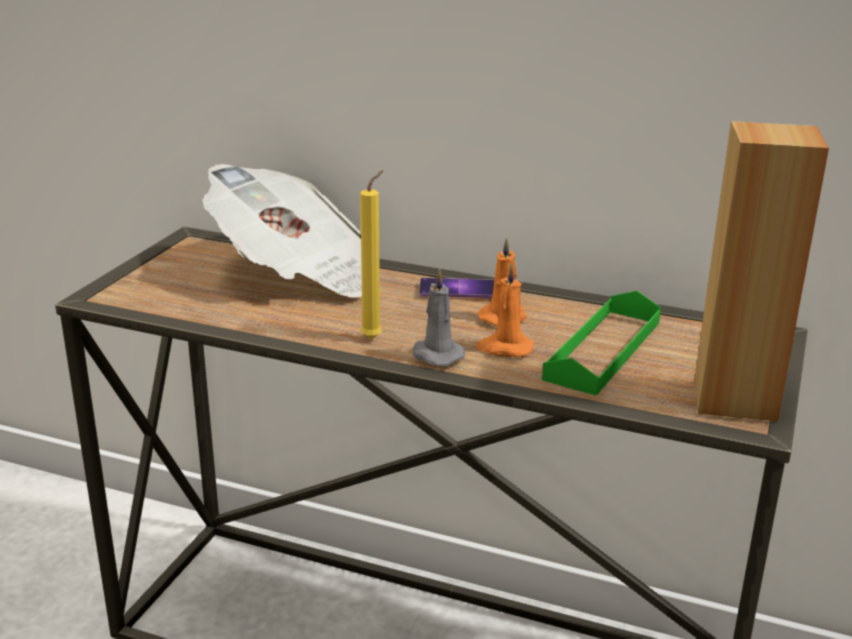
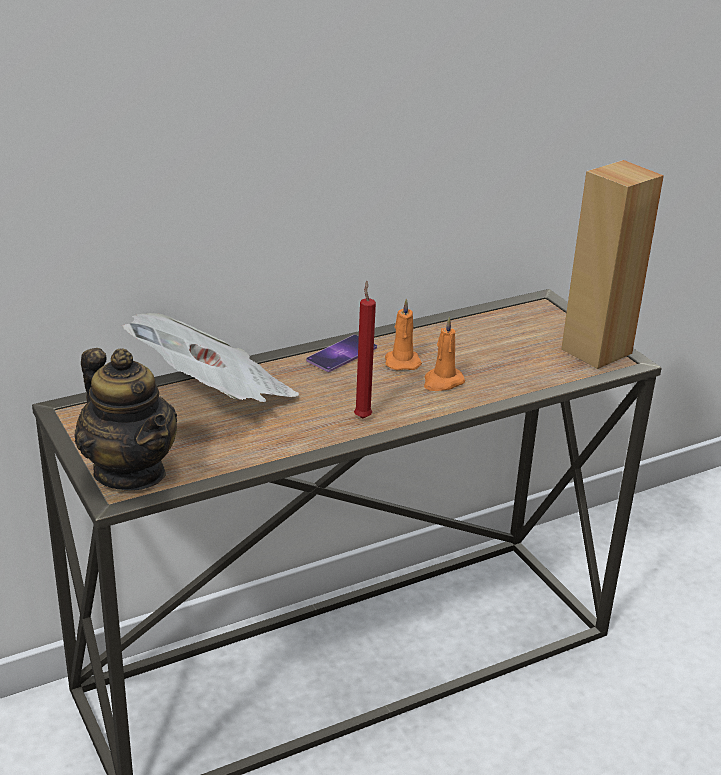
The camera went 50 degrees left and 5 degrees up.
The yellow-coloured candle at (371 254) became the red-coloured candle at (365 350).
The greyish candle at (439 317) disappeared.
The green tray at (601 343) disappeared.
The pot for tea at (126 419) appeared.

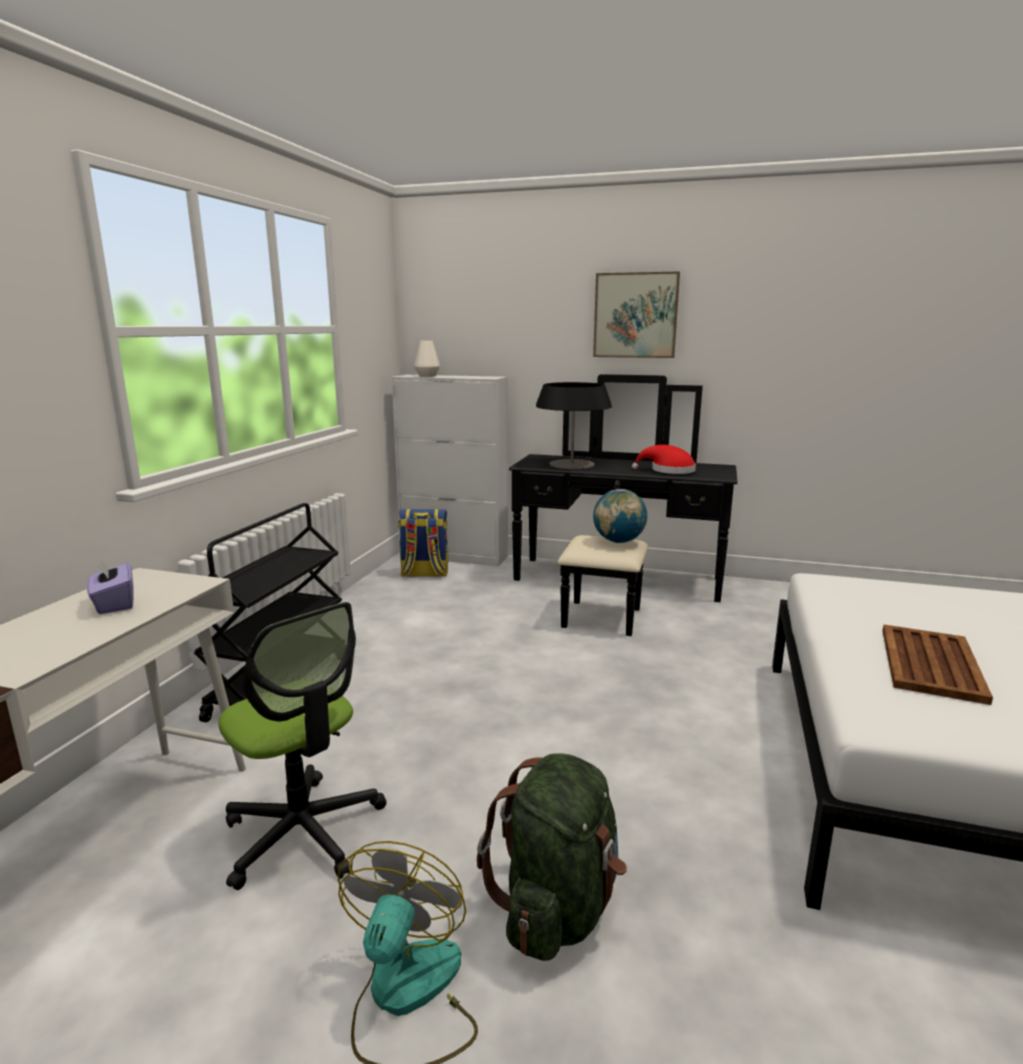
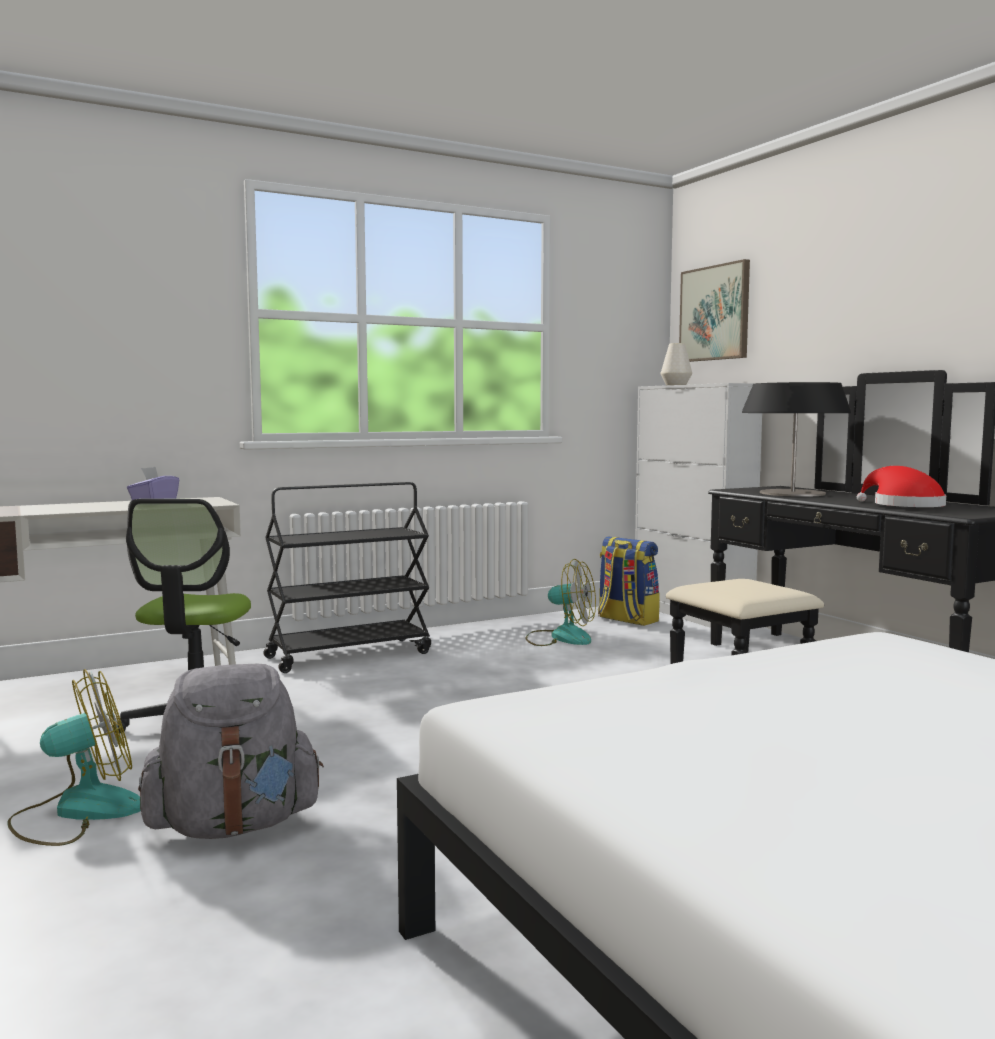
The camera went 45 degrees right and 10 degrees down.
The green backpack at (552 857) became the greyish backpack at (231 751).
The picture moved from (636 315) to (714 310).
The globe at (620 516) disappeared.
The brown tray at (937 664) disappeared.
The electric fan at (561 602) appeared.

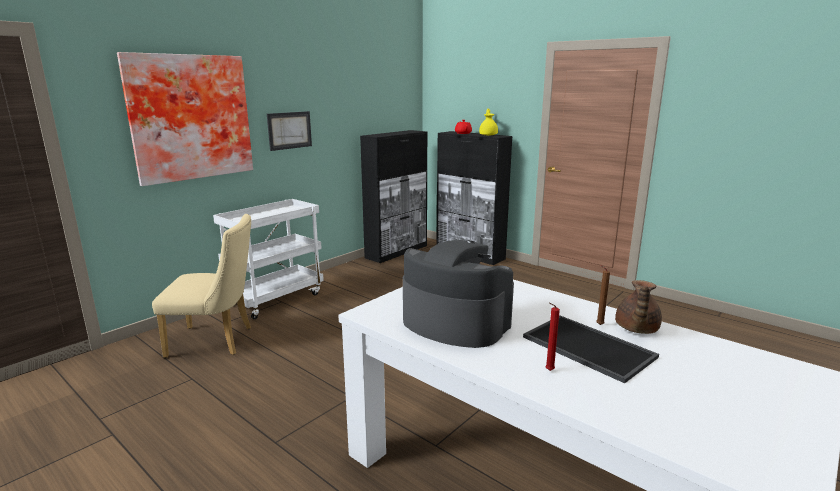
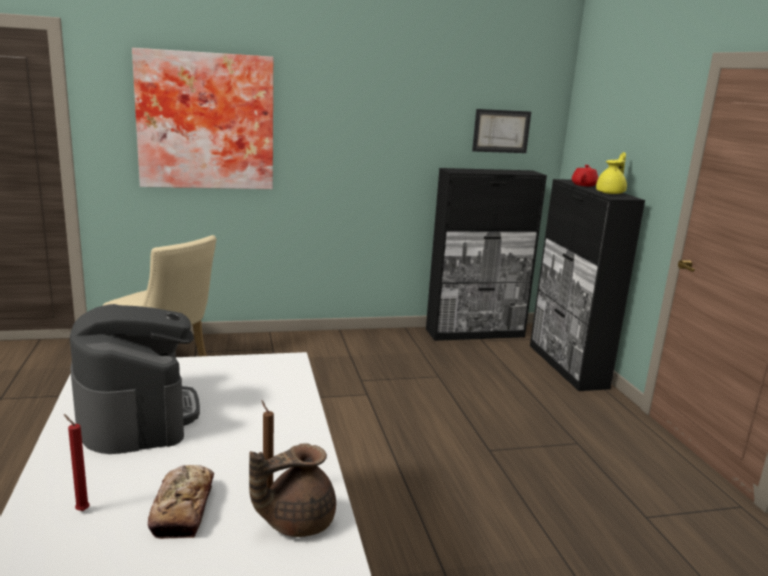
The camera went 35 degrees right and 0 degrees up.
The white-coloured cart at (268 259) disappeared.
The picture moved from (289 131) to (501 131).
The tray at (591 349) was replaced by the bread at (181 502).

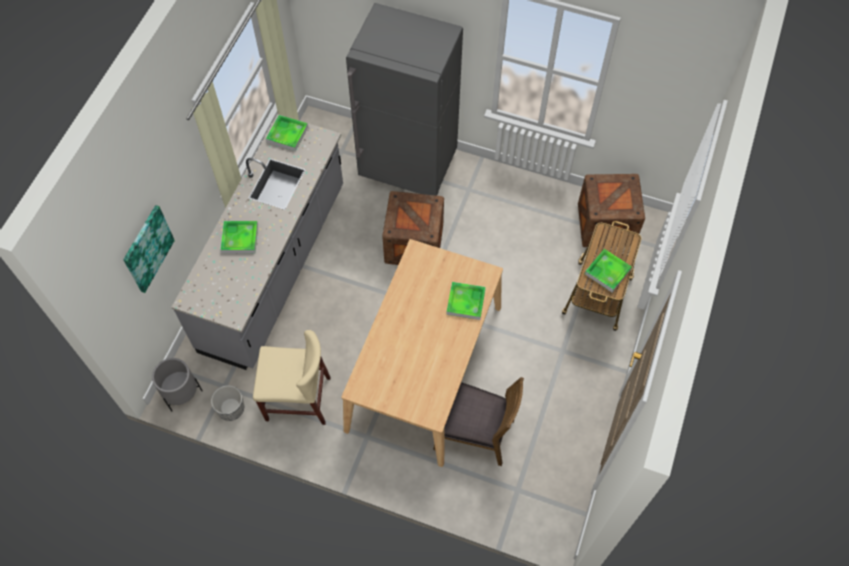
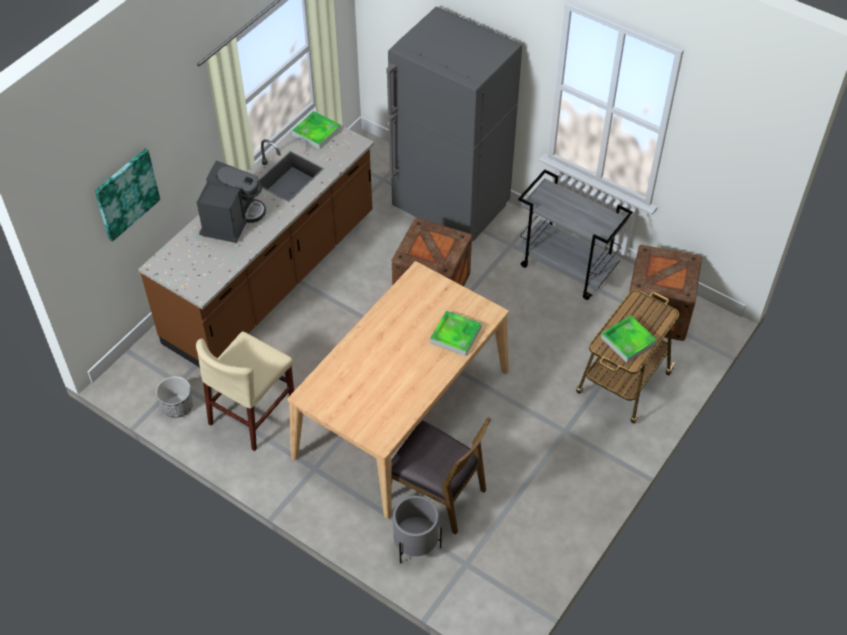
The camera went 15 degrees right and 10 degrees down.
The greyish plant pot moved from (177 384) to (417 529).
The greyish kitchen base unit at (257 242) became the brown kitchen base unit at (256 247).
The tray at (239 237) was replaced by the coffee brewer at (231 202).
The beige upright chair at (291 377) turned 105 degrees clockwise.
The greyish cart at (575 234) appeared.

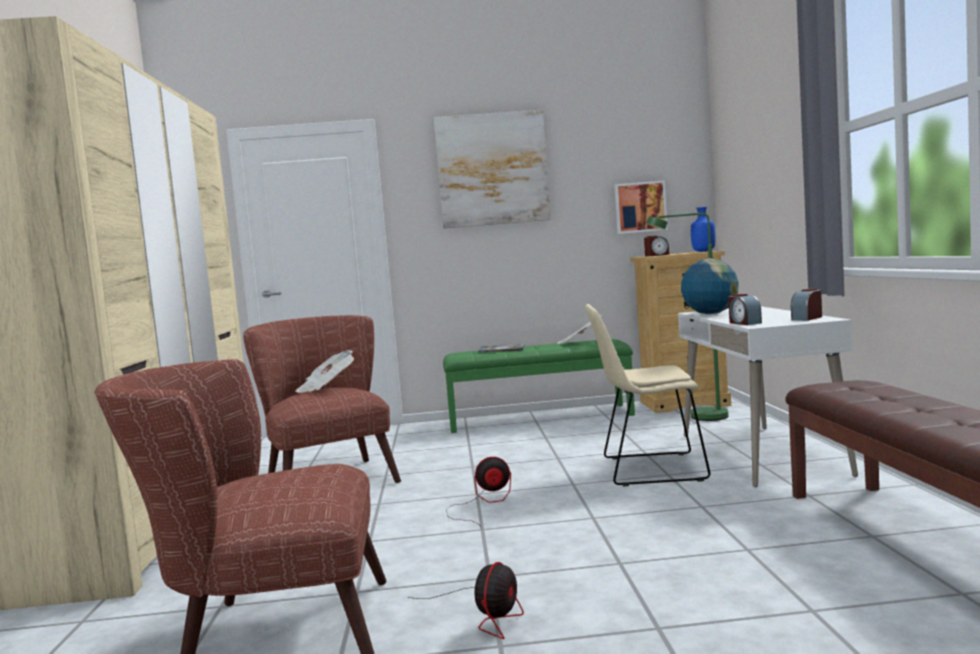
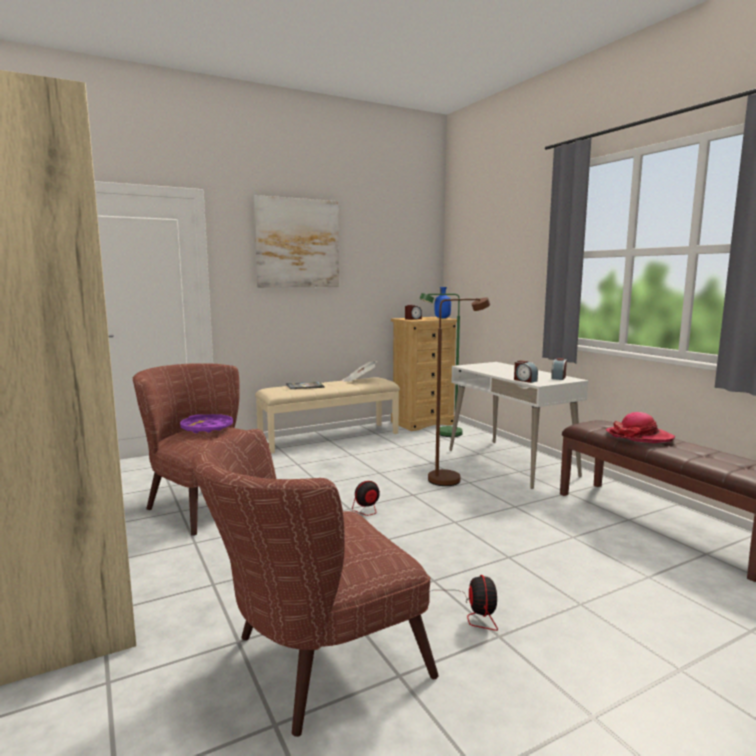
The camera went 25 degrees left and 5 degrees up.
The printed paper at (324 371) was replaced by the purplish tray at (206 423).
The green indoor bench at (539 386) became the beige indoor bench at (327 415).
The beige upright chair at (647 395) was replaced by the brown floor lamp at (459 391).
The picture at (641 207) disappeared.
The globe at (710 287) disappeared.
The wearable hat at (640 427) appeared.

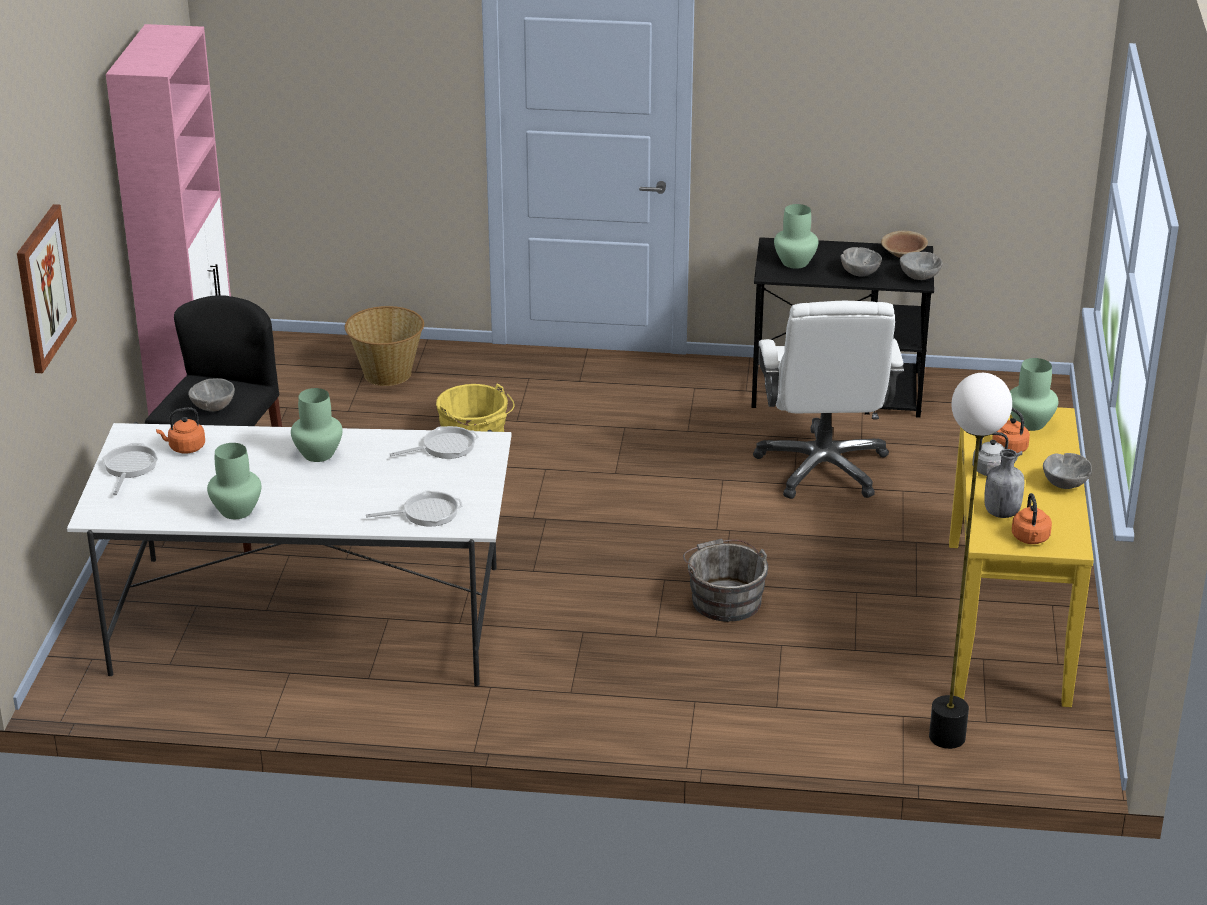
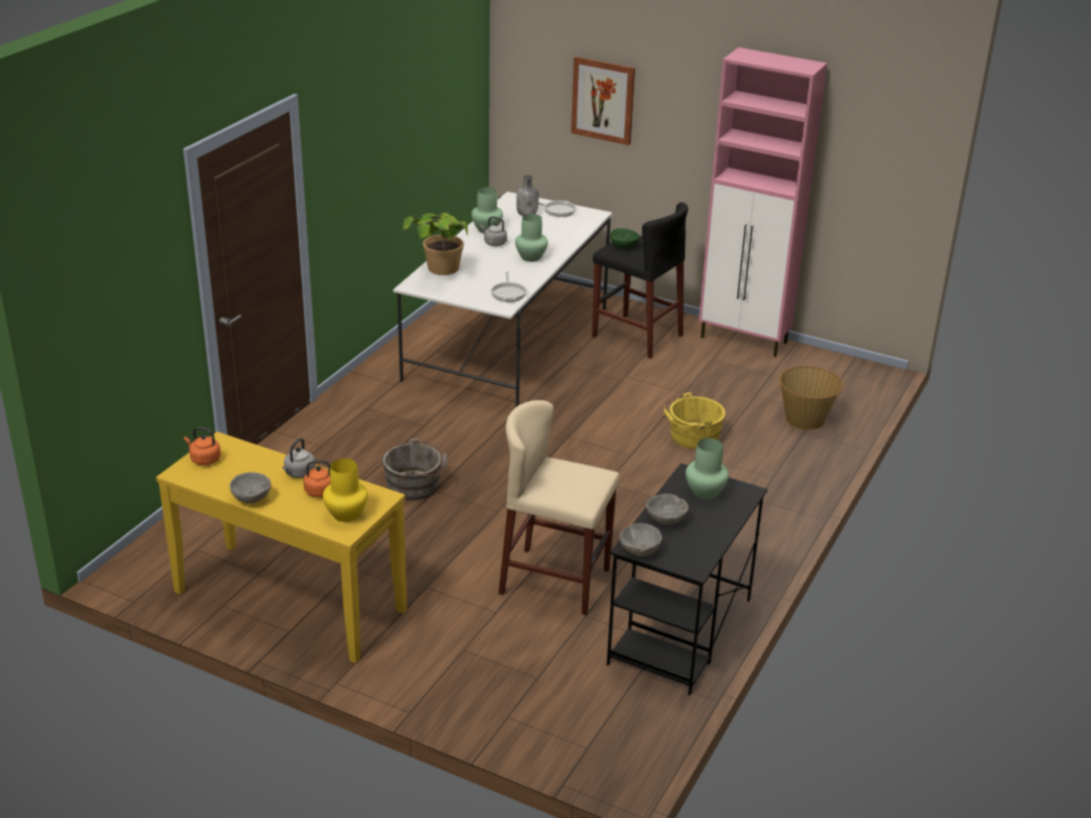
The camera went 110 degrees right and 0 degrees up.
The orangey water kettle at (180 430) disappeared.
The greyish deep dish at (211 395) became the green deep dish at (624 238).
The frying pan at (414 509) was replaced by the potted plant at (435 244).
The white-coloured desk chair at (828 400) was replaced by the beige sitting stool at (559 507).
The brown deep dish at (904 244) disappeared.
The floor lamp at (970 561) disappeared.
The greyish bottle moved from (1004 483) to (527 195).
The green flower vase at (1034 394) became the yellow-coloured flower vase at (345 490).
The greyish water kettle at (494 231) appeared.

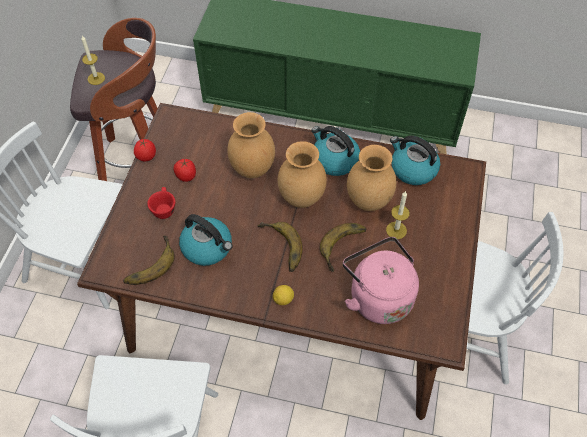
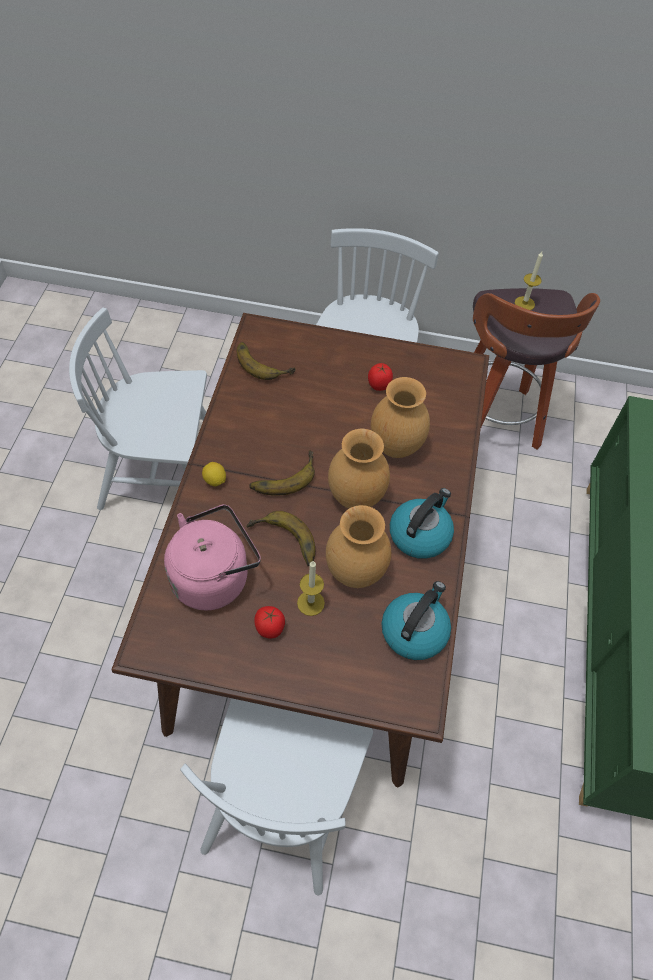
The camera went 85 degrees right and 0 degrees up.
The fresh tomato moved from (145 150) to (269 622).
The red-coloured drinking cup at (161 203) disappeared.
The water kettle at (206 240) disappeared.

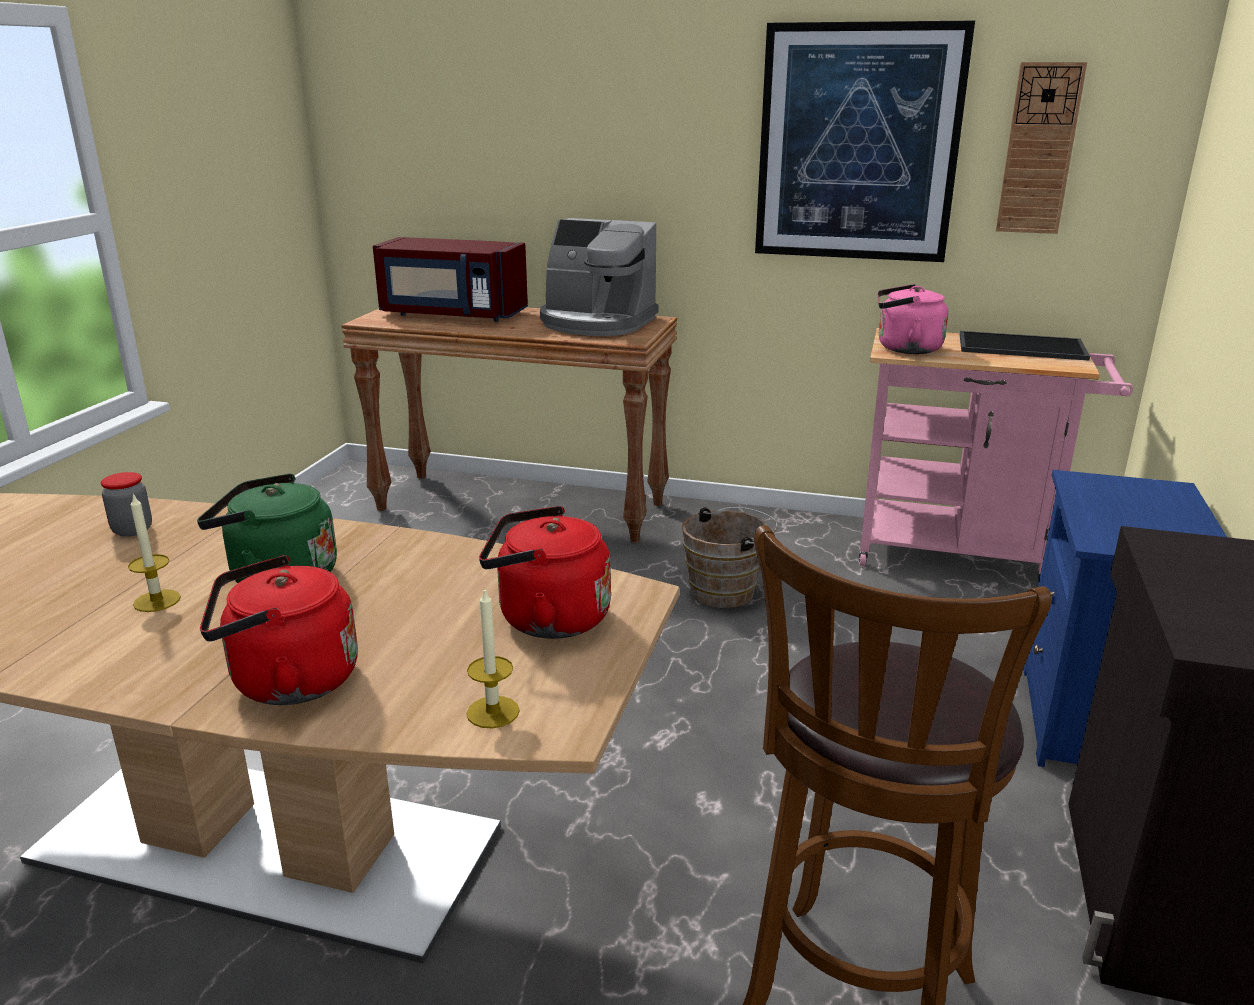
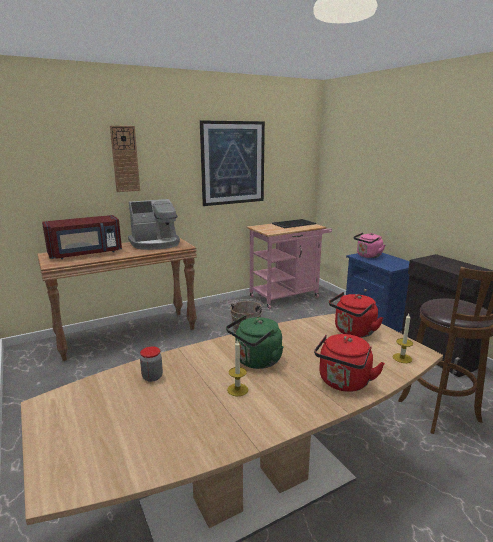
The camera went 45 degrees left and 5 degrees down.
The pink water kettle moved from (912 319) to (369 245).
The wall clock moved from (1041 148) to (125 159).

